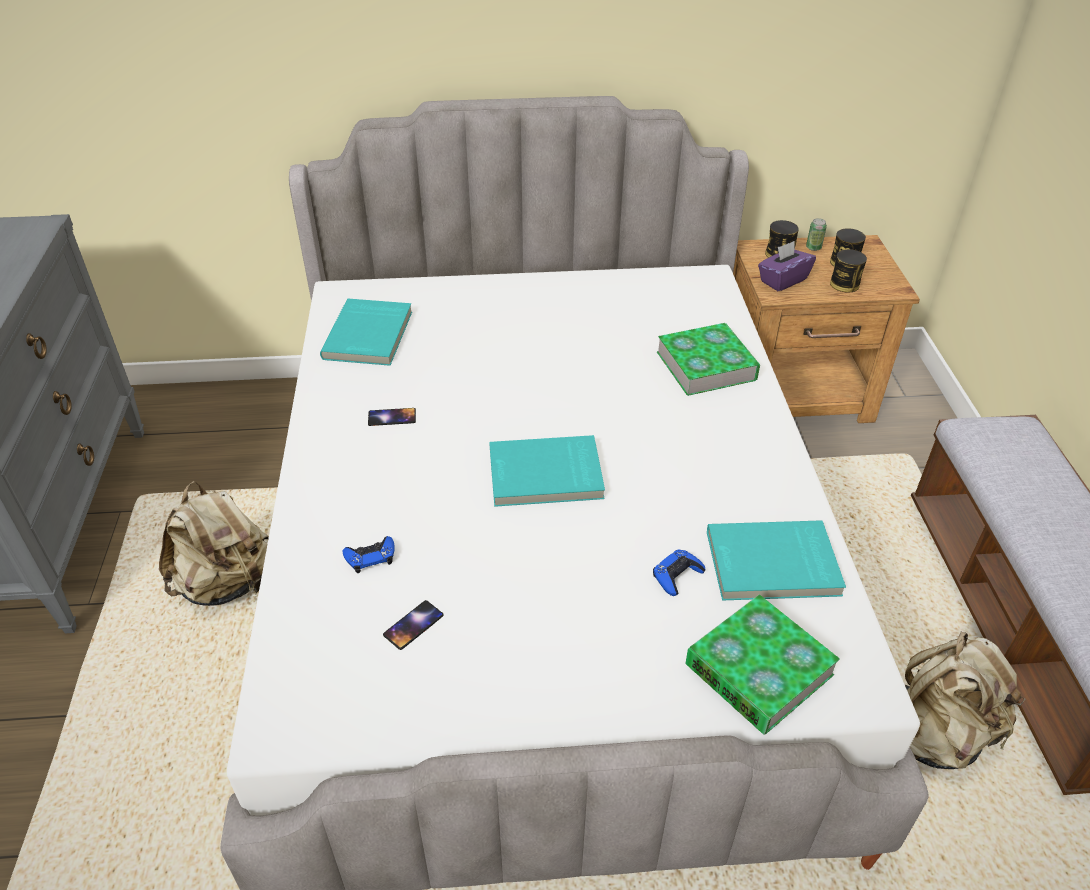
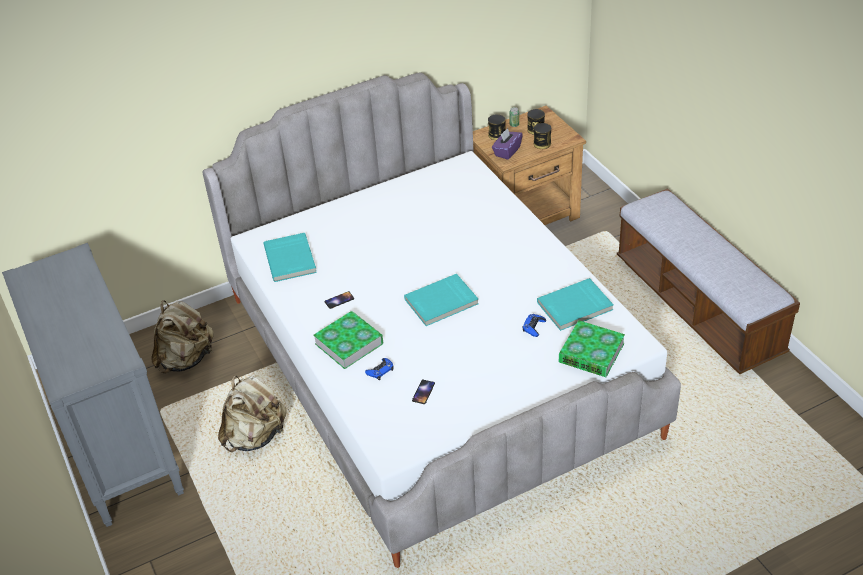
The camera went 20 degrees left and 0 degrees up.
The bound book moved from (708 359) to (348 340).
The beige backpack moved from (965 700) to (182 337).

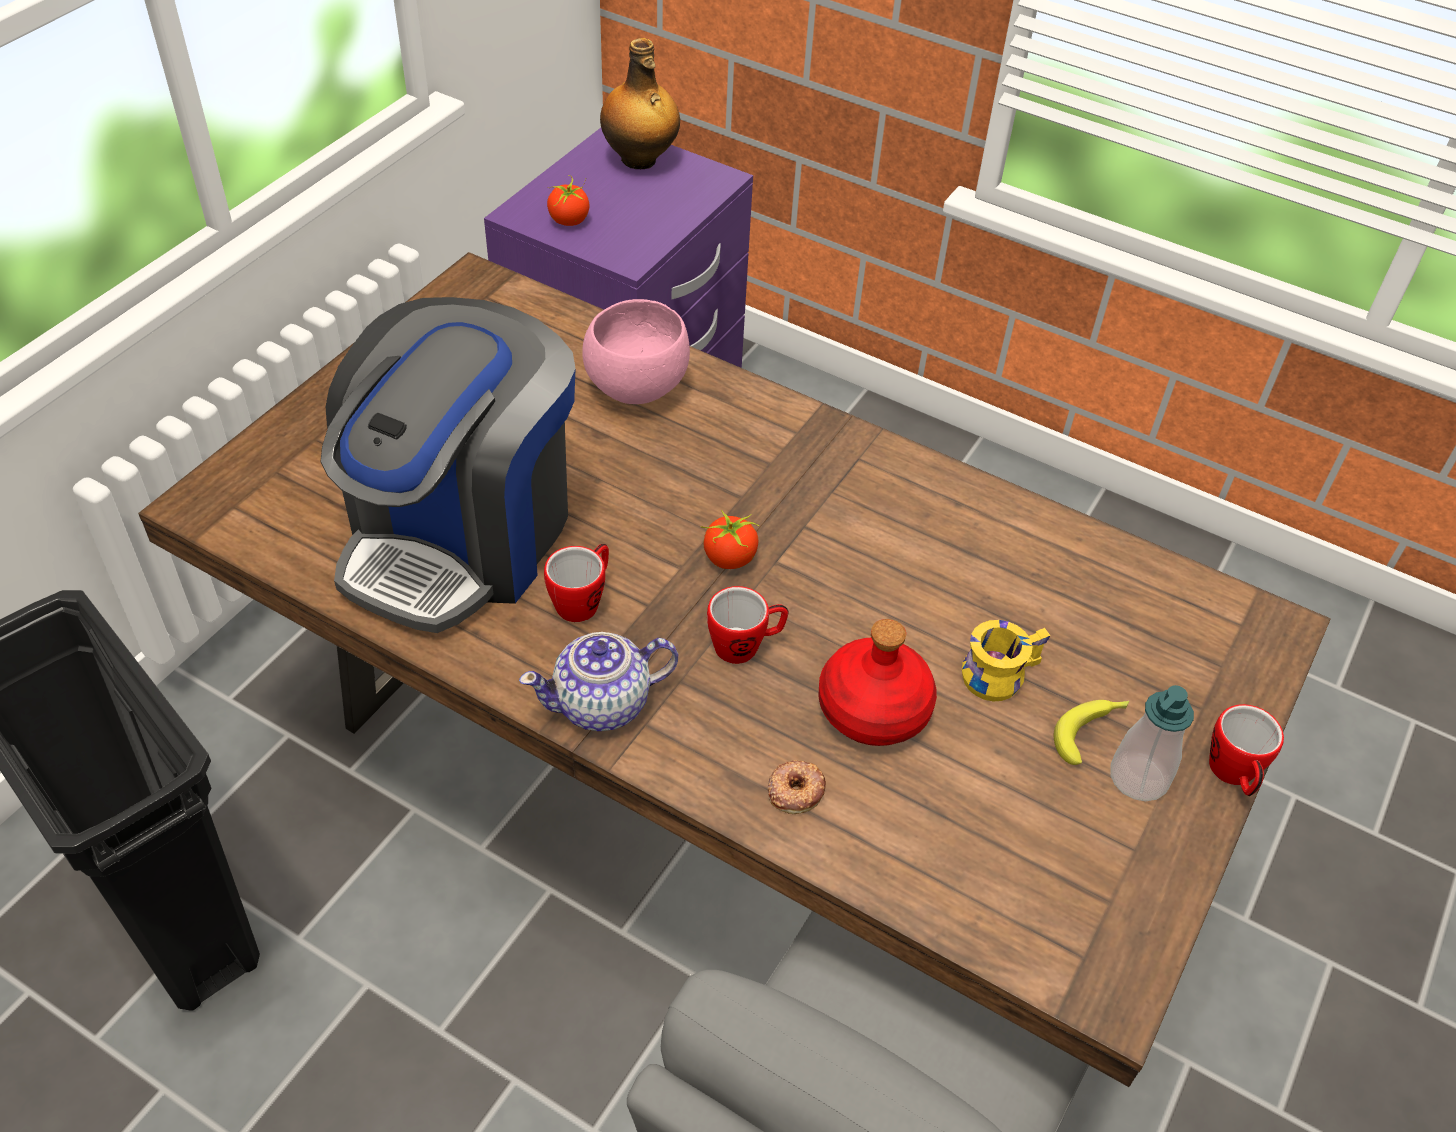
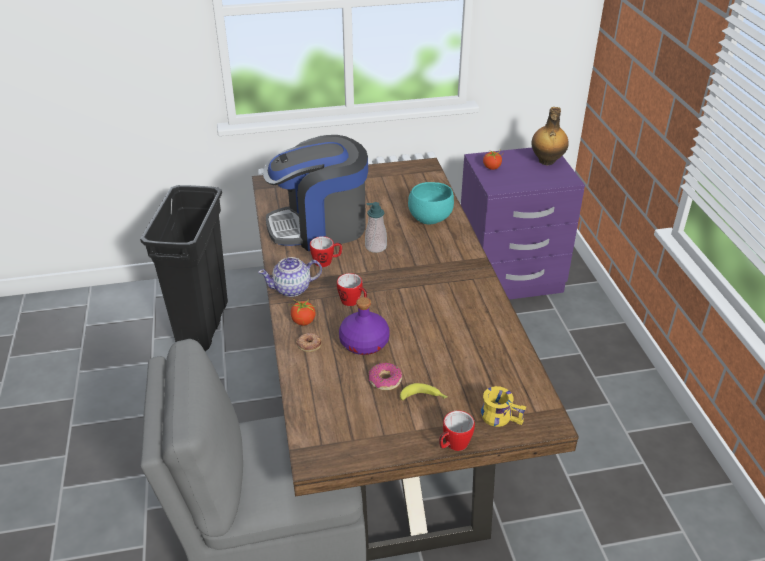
The camera went 50 degrees right and 10 degrees down.
The pot for tea at (598 681) turned 45 degrees counterclockwise.
The pink deep dish at (636 351) became the turquoise deep dish at (431 203).
The fresh tomato moved from (730 539) to (302 312).
The red-coloured bottle at (877 682) became the purplish bottle at (364 326).
The yellow-coloured mug moved from (1006 660) to (503 406).
The soap dispenser moved from (1152 743) to (376 227).
The doughnut at (385 376) appeared.

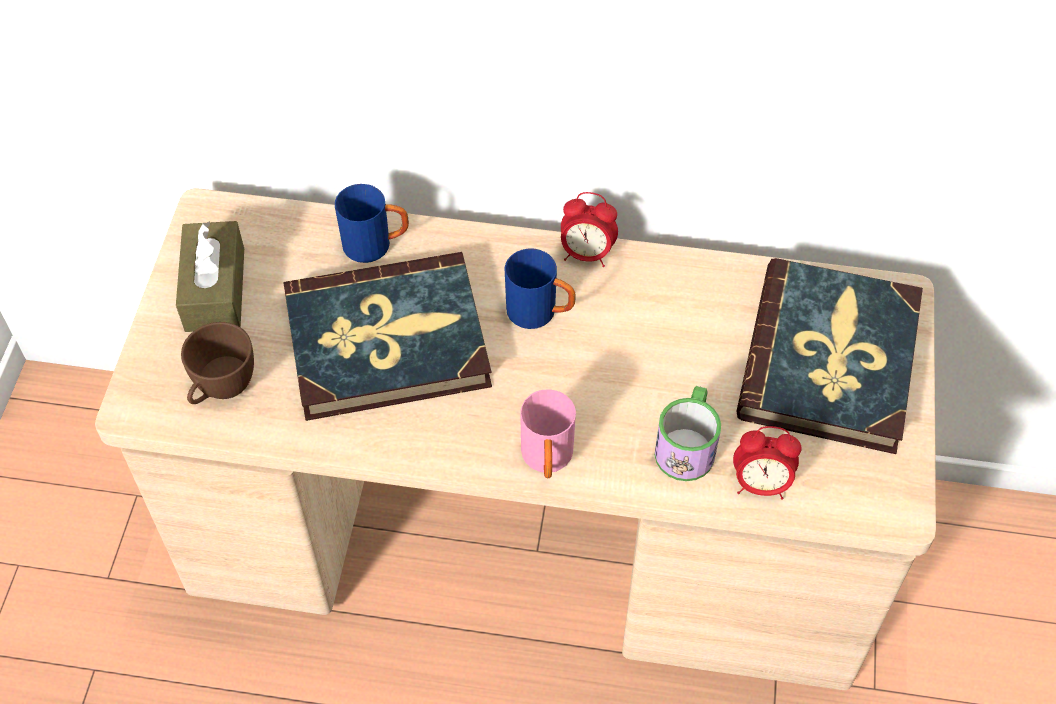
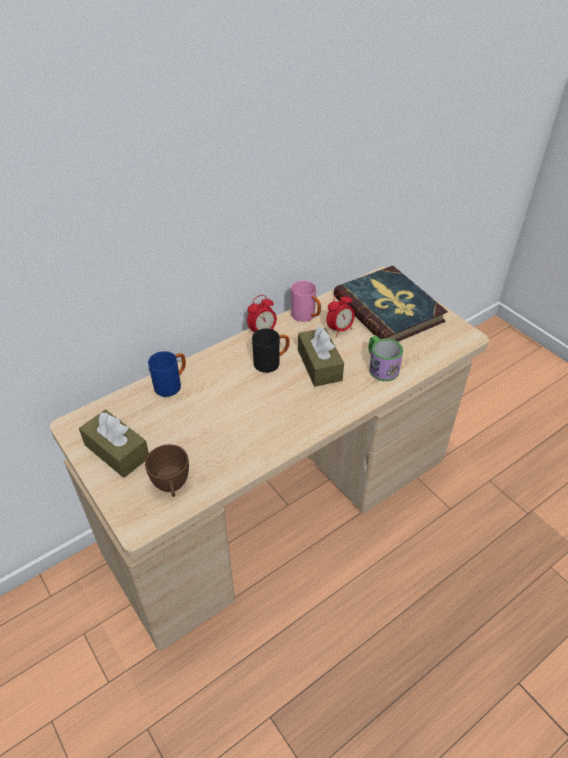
The camera went 45 degrees left and 10 degrees down.
The bound book at (387 336) disappeared.
The blue-coloured mug at (540 288) became the black-coloured mug at (270 350).
The pink mug moved from (548 433) to (306 301).
The table clock moved from (767 463) to (340 314).
The brown box of tissues at (321 356) appeared.

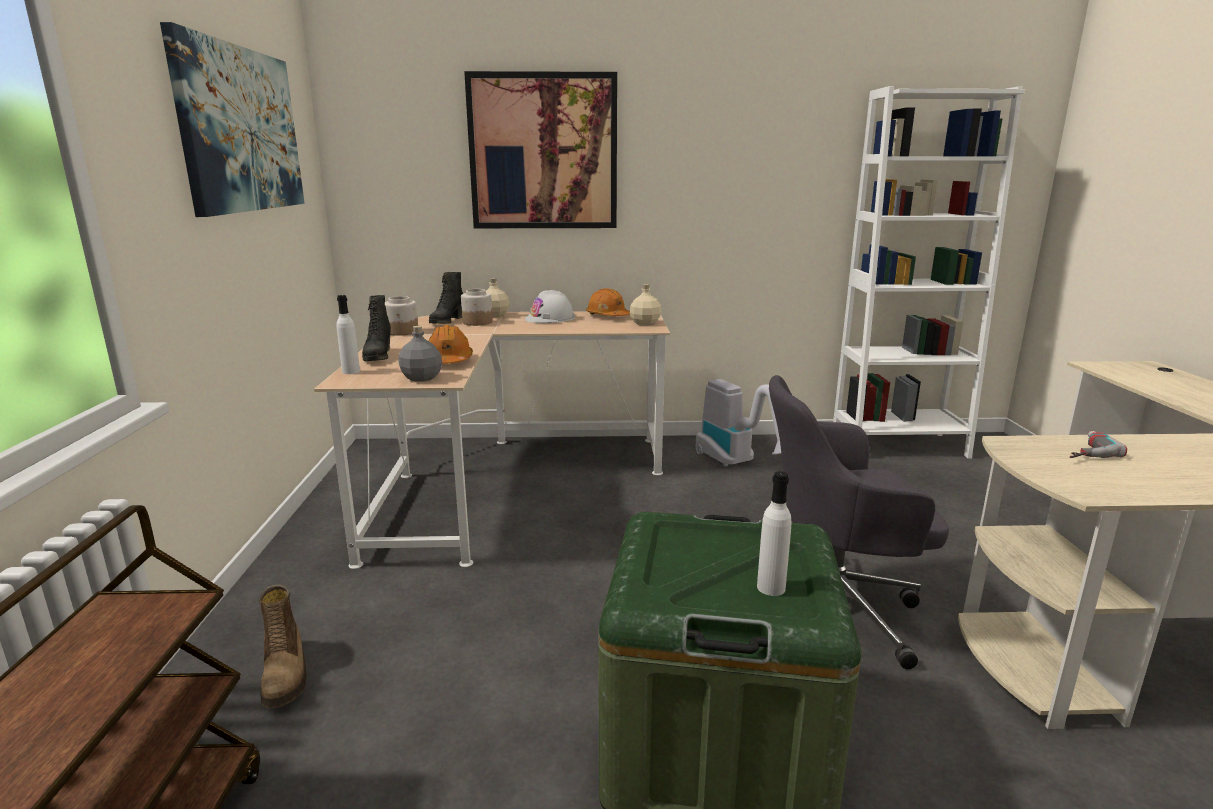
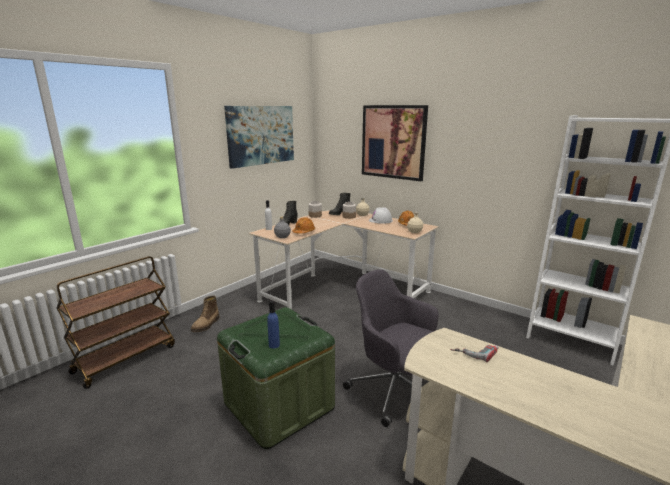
The camera went 40 degrees right and 0 degrees up.
The vacuum cleaner at (738 423) disappeared.
The white-coloured bottle at (774 533) became the blue-coloured bottle at (273 324).

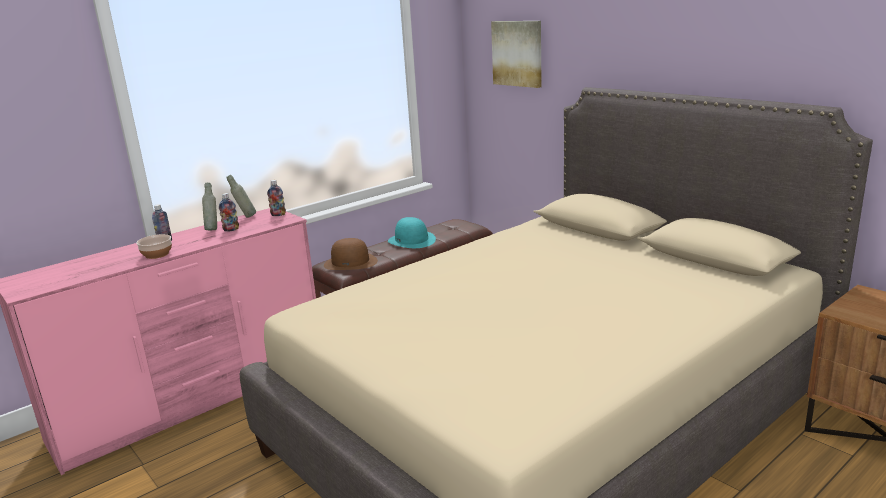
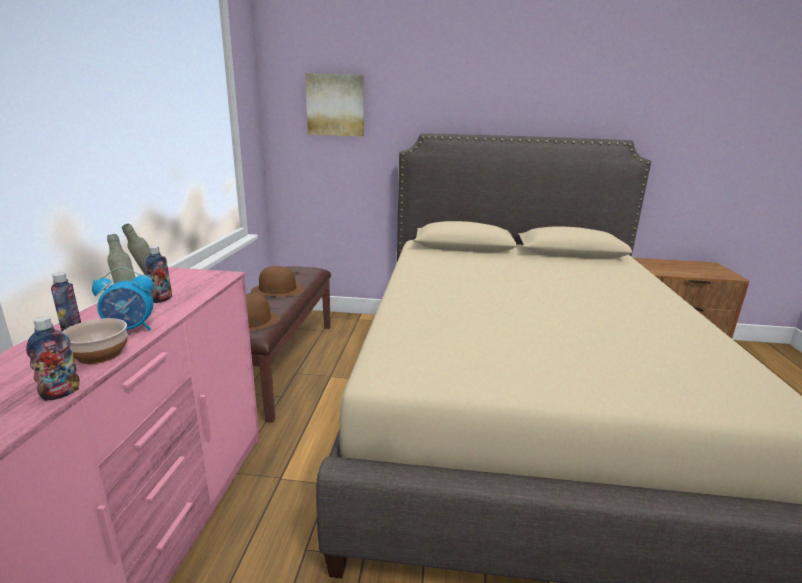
The camera went 45 degrees left and 0 degrees up.
The bottle moved from (276 198) to (53 358).
The turquoise wearable hat at (412 232) became the brown wearable hat at (277 281).
The table clock at (123 299) appeared.

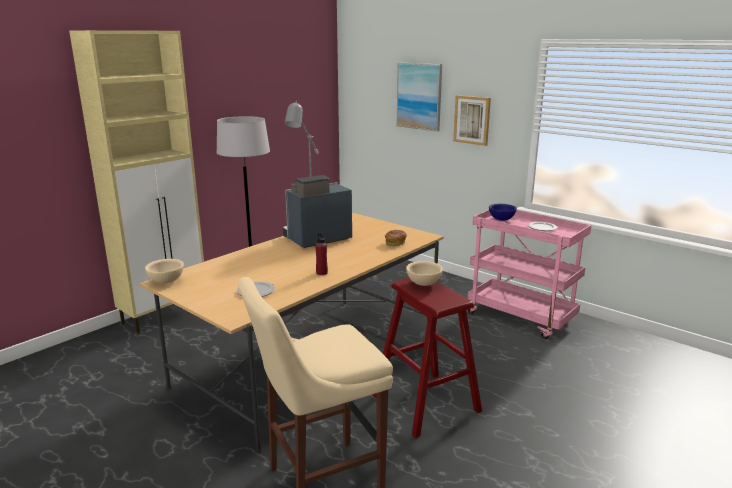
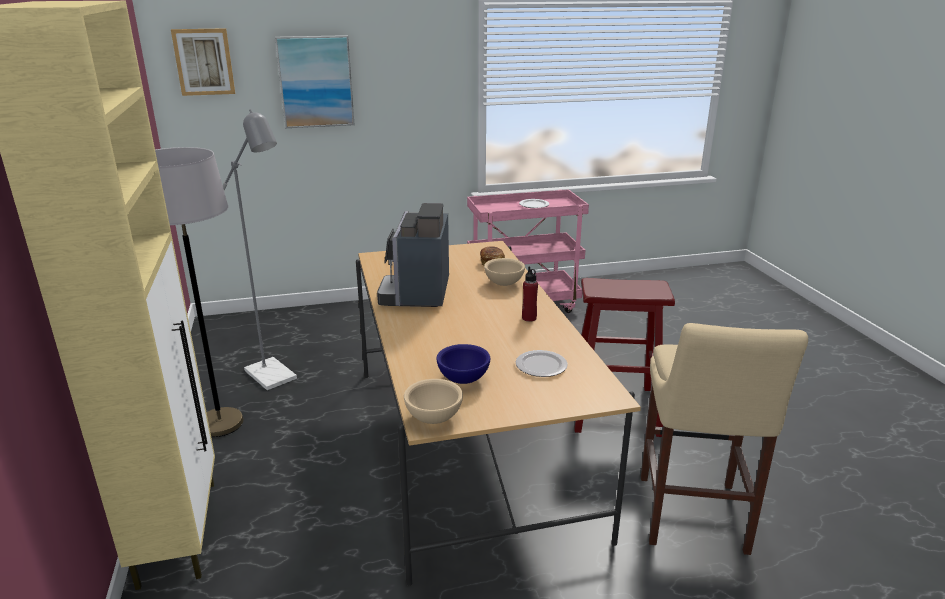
The camera went 55 degrees left and 5 degrees up.
The beige deep dish moved from (424 273) to (504 272).
The picture moved from (472 120) to (203 62).
The blue-coloured deep dish moved from (503 212) to (463 364).

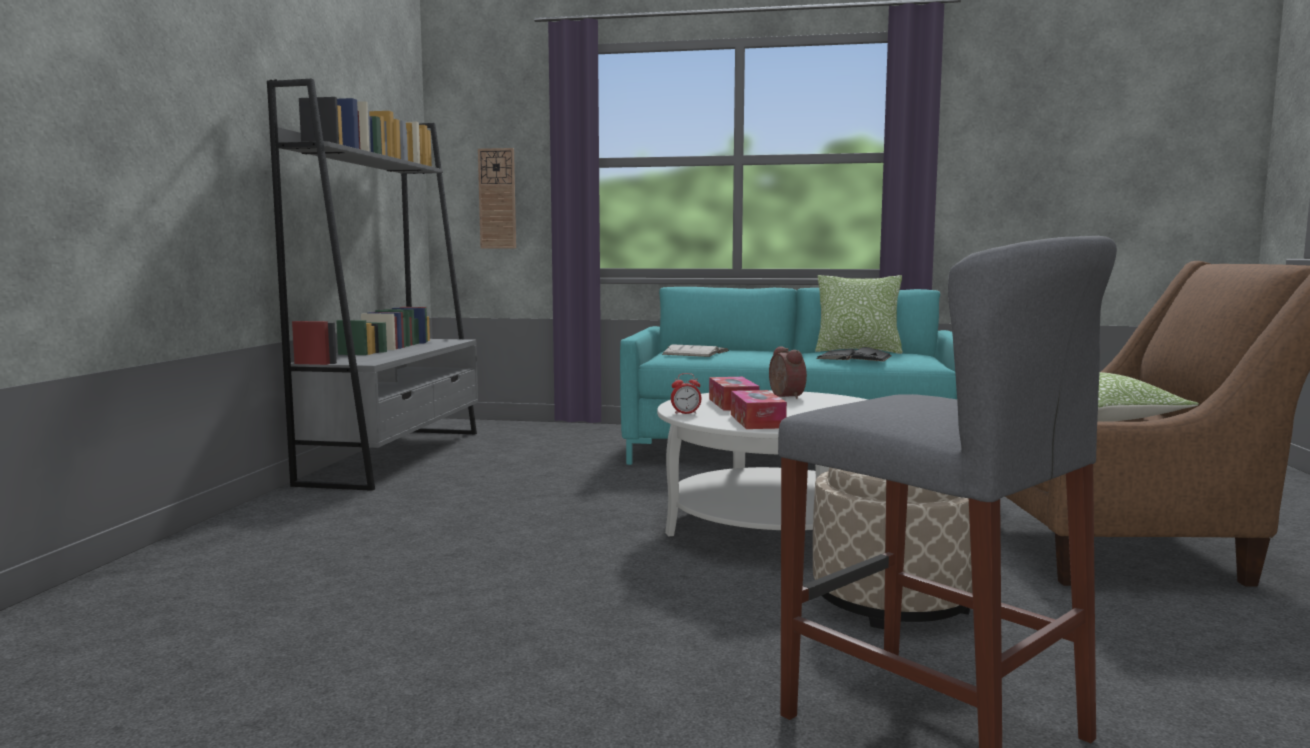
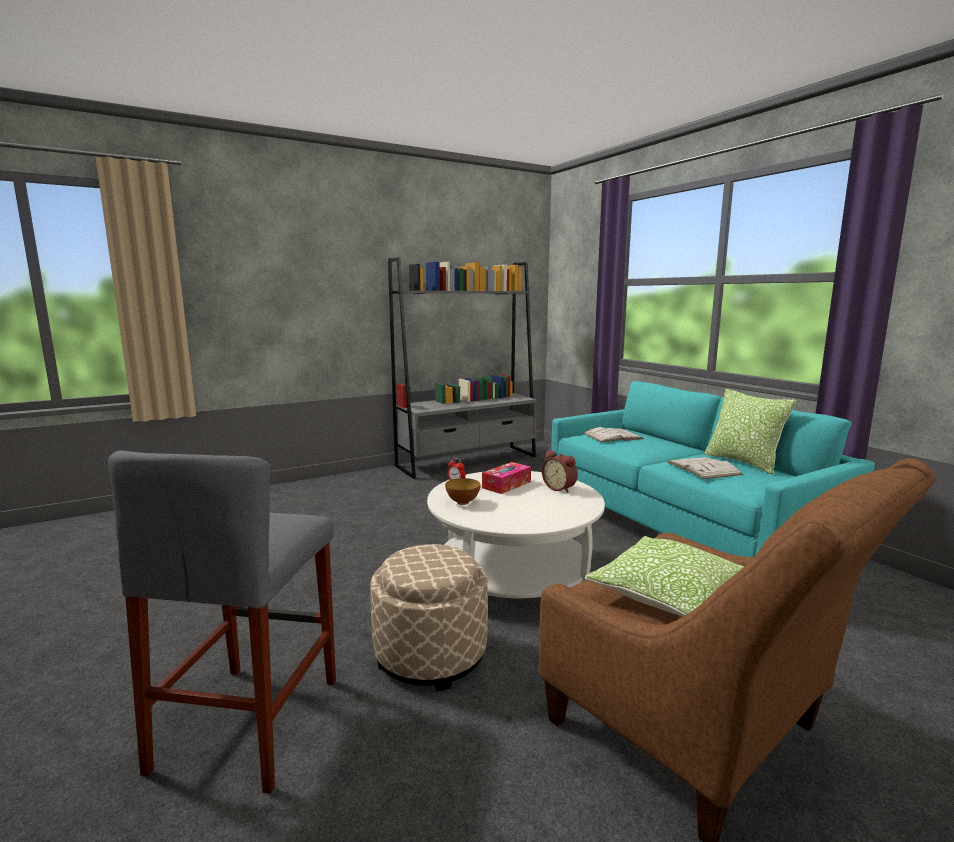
The camera went 50 degrees right and 5 degrees up.
The wall clock at (497 198) disappeared.
The box of tissues at (759 409) was replaced by the deep dish at (462 491).
The table clock at (788 372) turned 105 degrees clockwise.
The black-coloured bound book at (854 354) became the white-coloured bound book at (705 468).

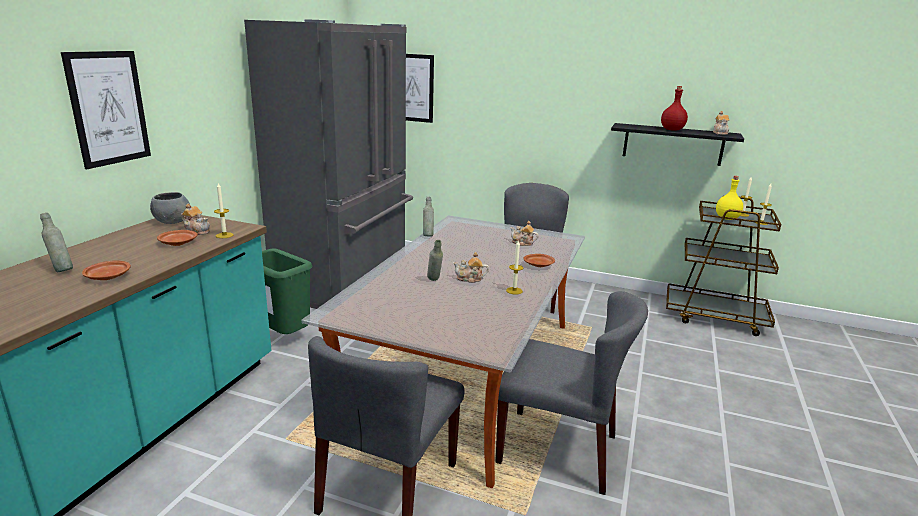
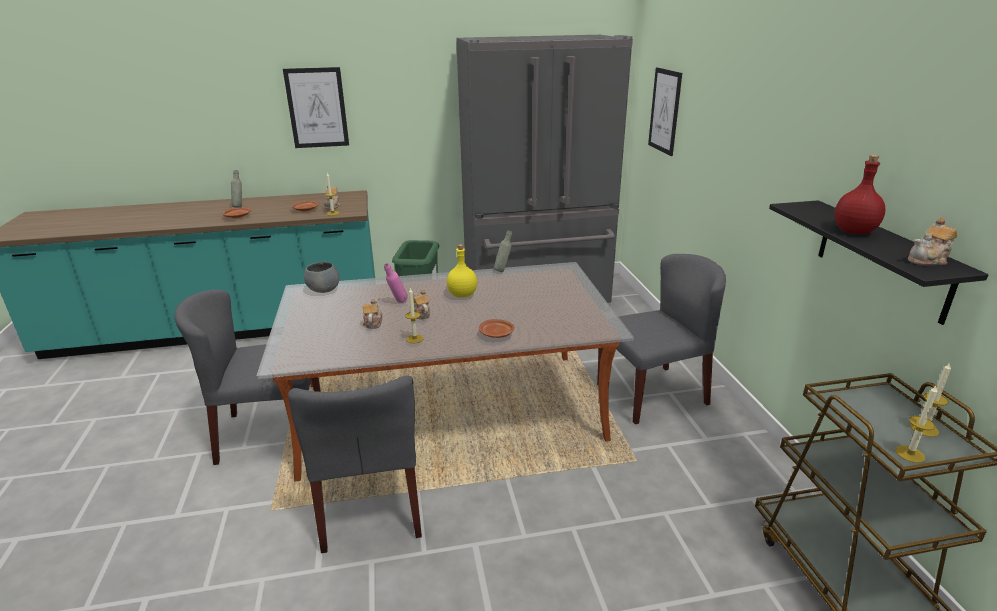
The camera went 60 degrees right and 5 degrees up.
The greyish deep dish moved from (170 208) to (322 277).
The greyish bottle at (435 260) became the pink bottle at (396 283).
The pot for tea moved from (524 233) to (373 314).
The yellow-coloured bottle moved from (729 198) to (462 271).

